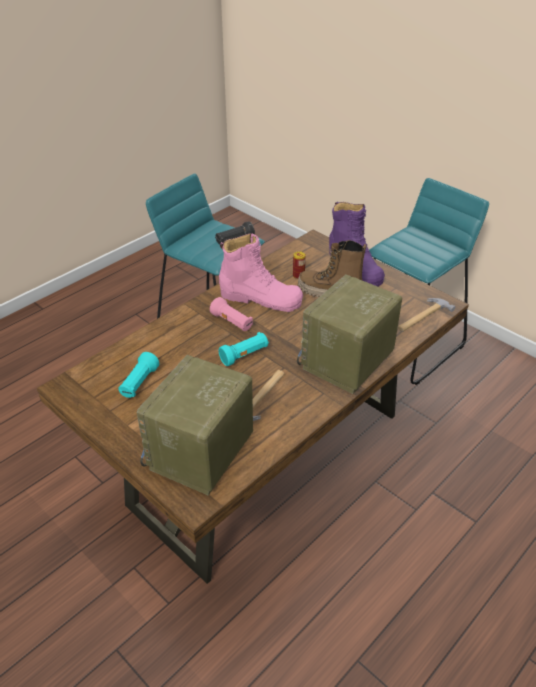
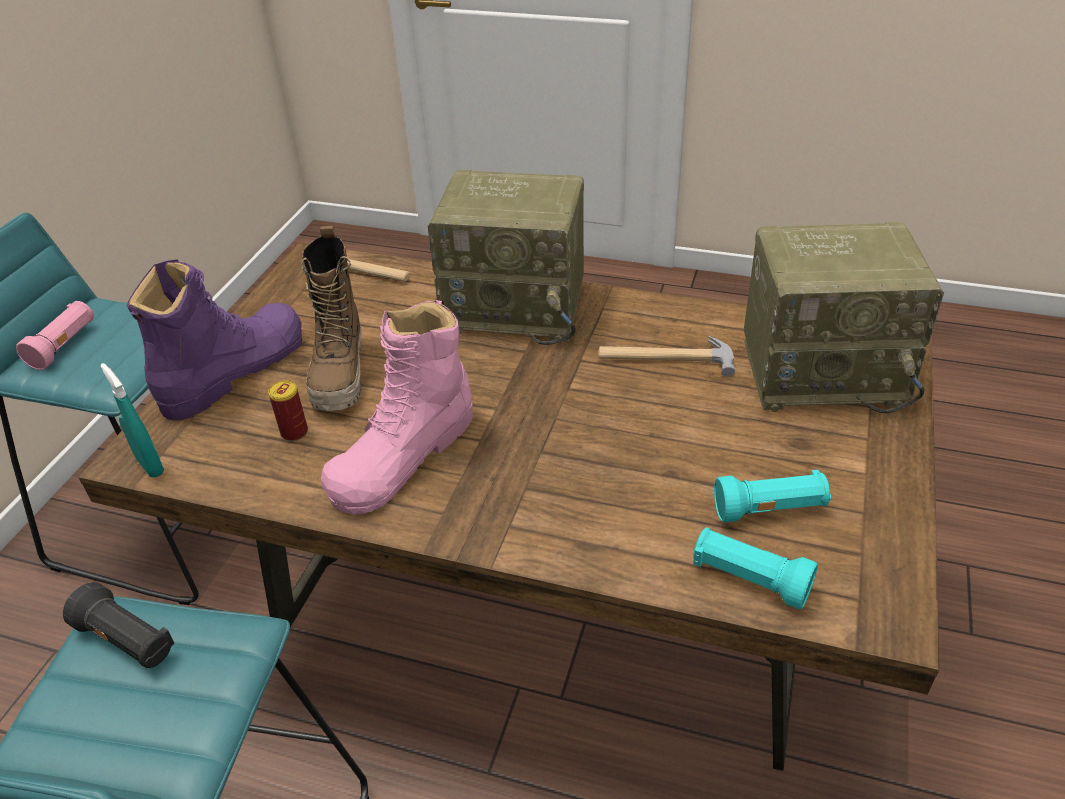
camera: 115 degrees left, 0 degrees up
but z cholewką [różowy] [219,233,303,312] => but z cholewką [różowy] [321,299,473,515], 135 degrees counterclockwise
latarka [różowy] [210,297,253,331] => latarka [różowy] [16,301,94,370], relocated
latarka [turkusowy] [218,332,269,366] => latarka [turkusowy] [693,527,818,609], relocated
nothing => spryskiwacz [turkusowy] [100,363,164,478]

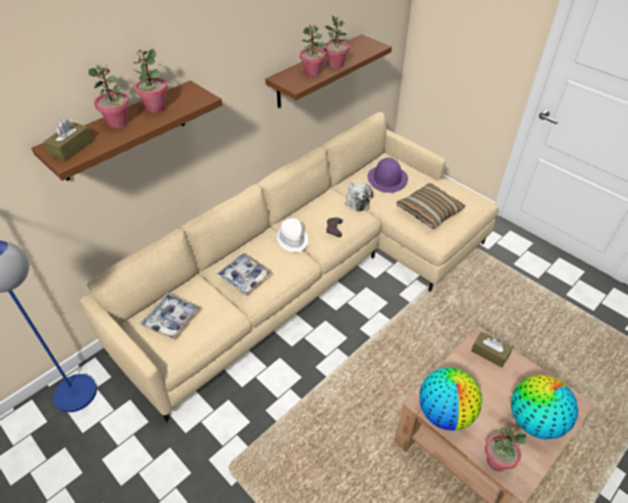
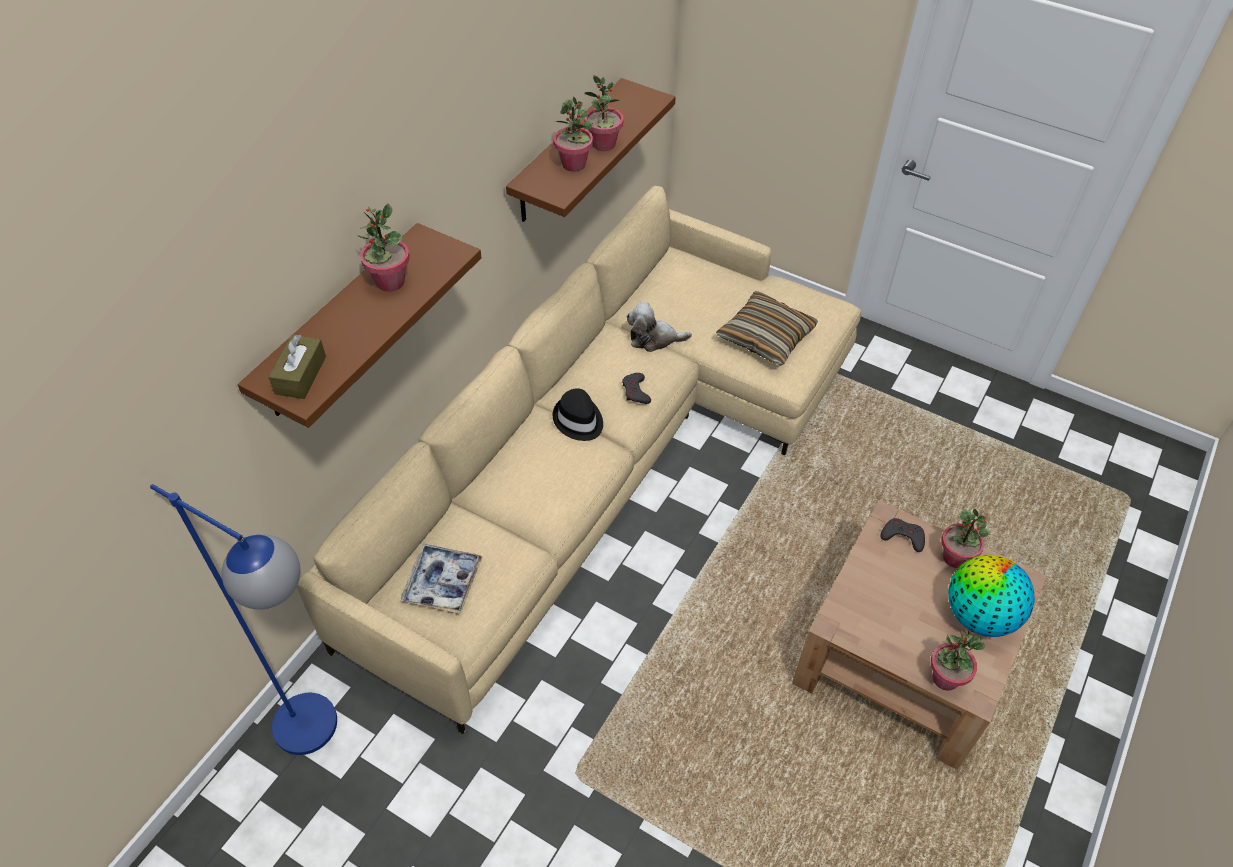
camera: 15 degrees left, 5 degrees up
roślina doniczkowa [88,65,129,128] => roślina doniczkowa [941,508,990,568], relocated
kapelusz [fioletowy] [367,158,408,193] => nothing
pluszak [345,183,373,211] => pluszak [627,302,692,352], 120 degrees clockwise
kapelusz [biały] [276,218,308,252] => kapelusz [czarny] [553,388,603,441]
taca [216,253,273,295] => nothing
pudełko chusteczek [brązowy] [471,332,512,368] => pad do gier [szary] [880,518,925,552]
globus [419,367,482,431] => nothing

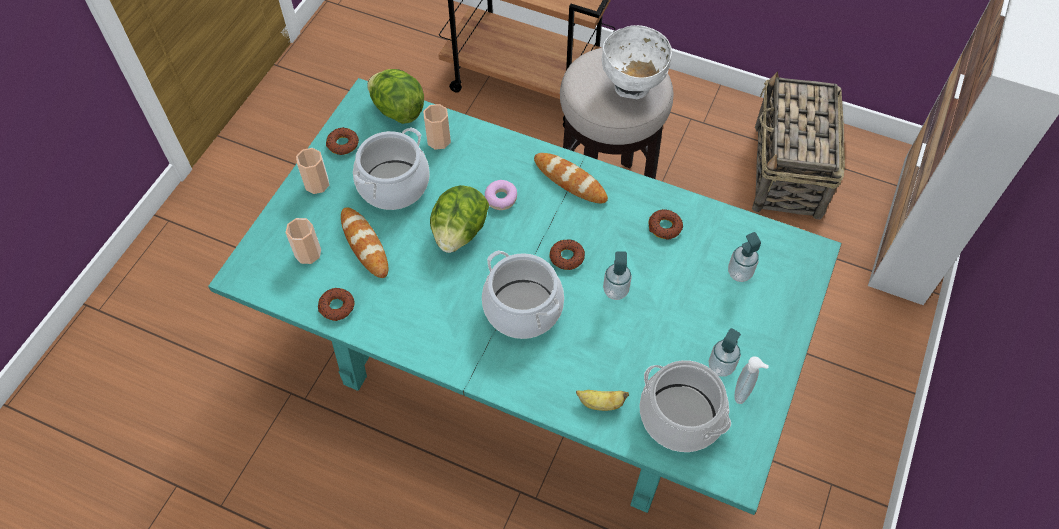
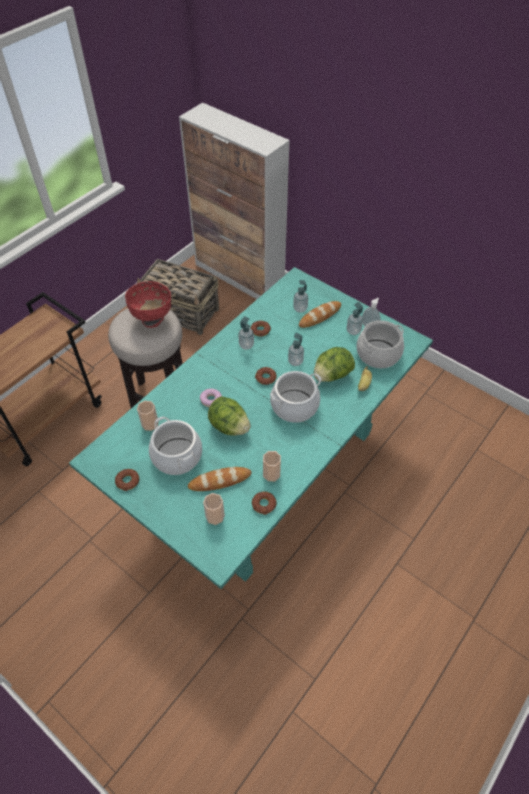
camera: 75 degrees left, 5 degrees down
miska [biały] [601,25,672,99] => miska [czerwony] [125,281,171,328]
sałata [367,69,424,124] => sałata [314,347,355,382], relocated
filiżanka [296,148,329,194] => filiżanka [263,451,281,481], relocated
chleb [534,153,608,203] => chleb [299,301,341,328], relocated
nothing => dozownik mydła [238,316,254,350]

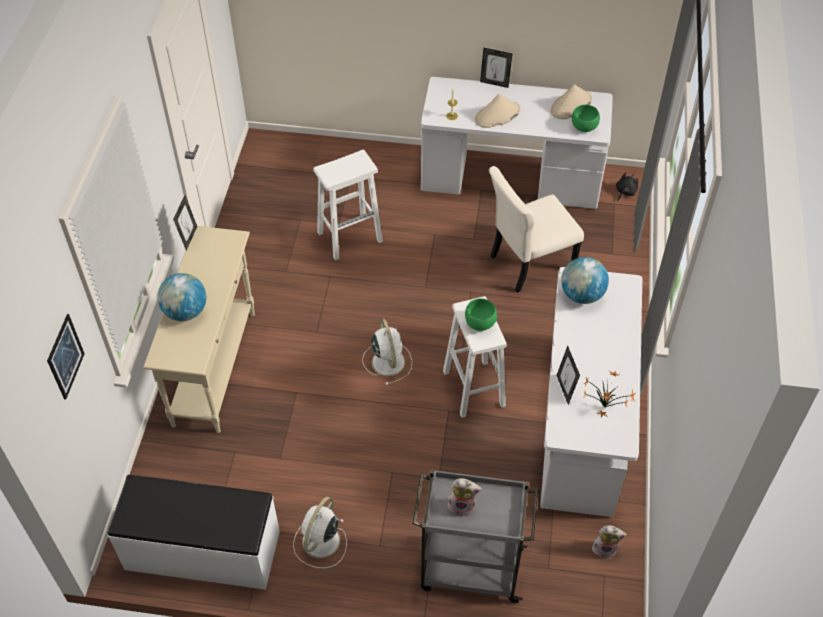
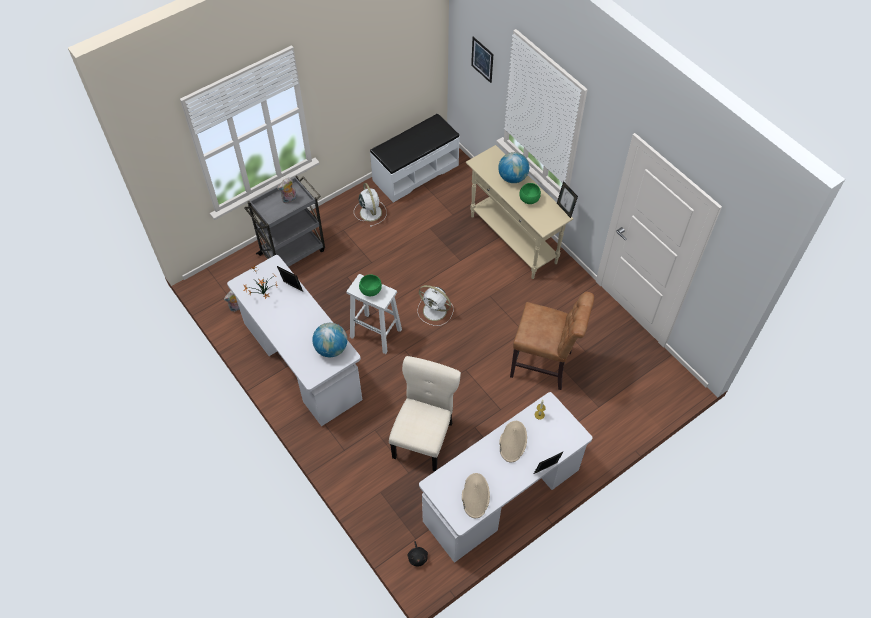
camera: 135 degrees right, 5 degrees up
miska [zielony] [572,105,600,132] => miska [zielony] [519,183,541,204], relocated
stołek [biały] [313,150,383,260] => krzesło [brązowy] [510,292,594,390]

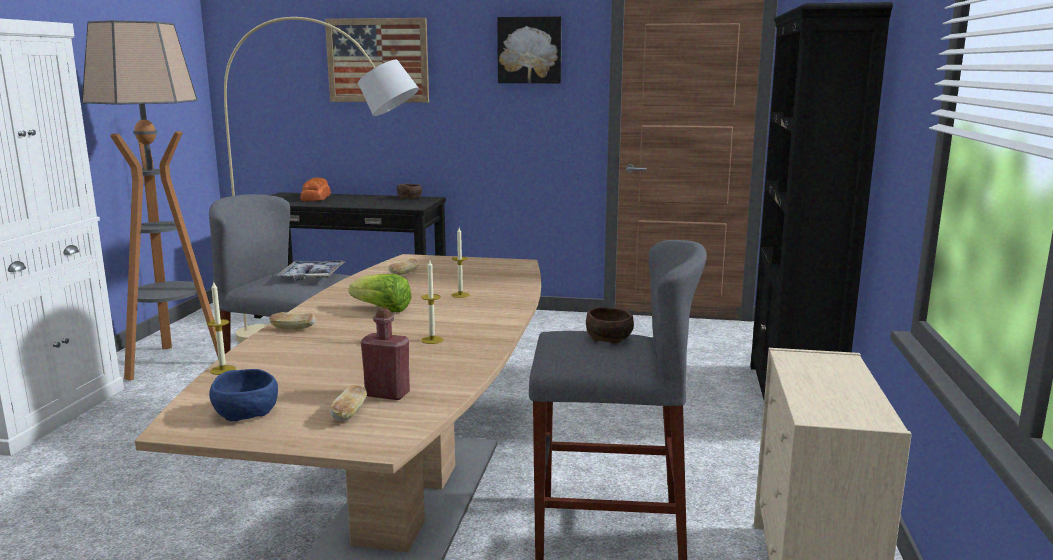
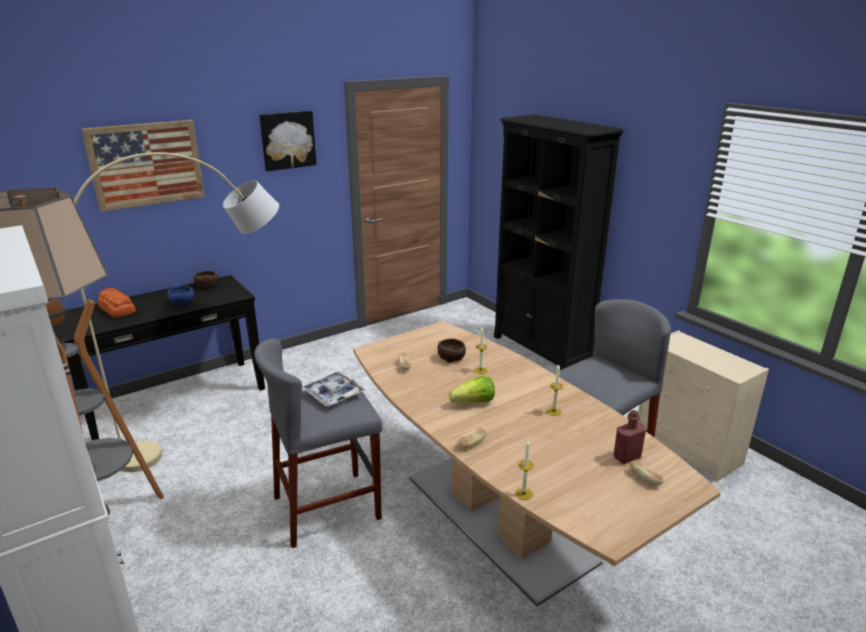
camera: 45 degrees left, 10 degrees up
miska [brązowy] [586,307,634,343] => miska [brązowy] [438,338,466,363], relocated
miska [niebieski] [209,369,278,421] => miska [niebieski] [168,286,194,305], relocated

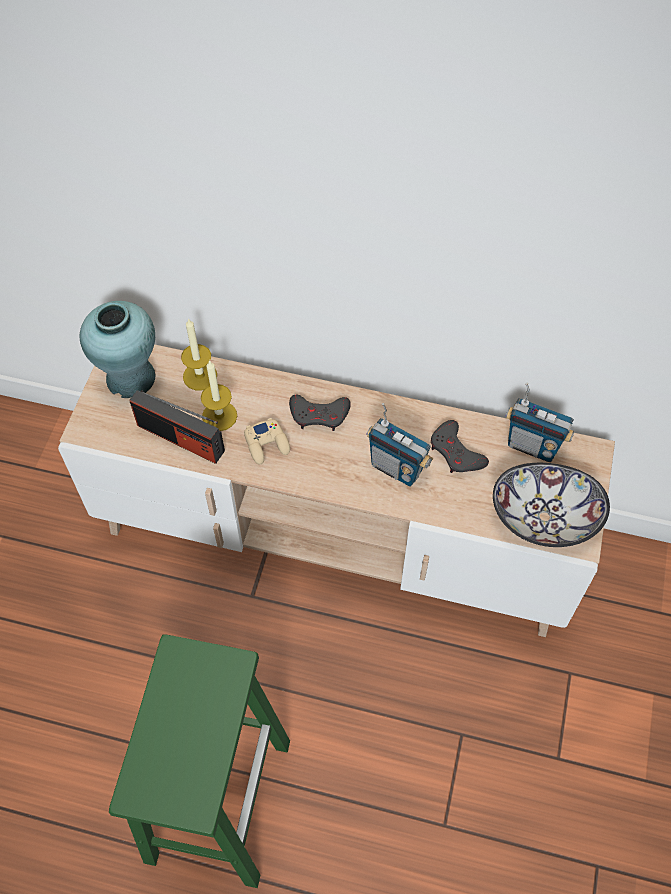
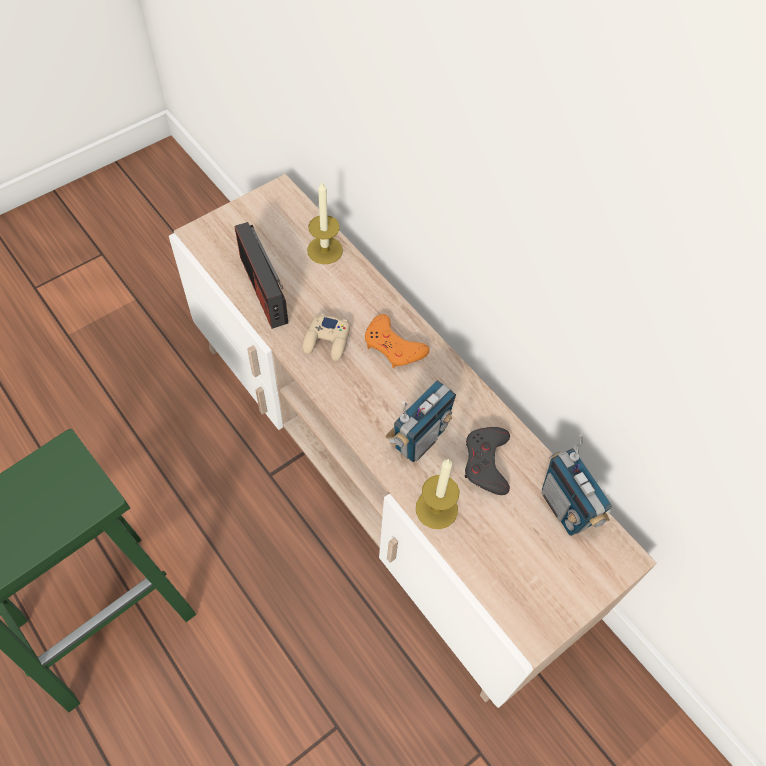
camera: 35 degrees right, 0 degrees up
wazon [turkusowy] [80,301,156,398] => nothing
świeca [201,360,237,431] => świeca [416,459,459,529], relocated
pad do gier [szary] [289,395,351,431] => pad do gier [pomarańczowy] [365,314,430,368]
radio [367,403,433,486] => radio [386,380,456,462], 120 degrees counterclockwise
miska [493,463,610,547] => nothing

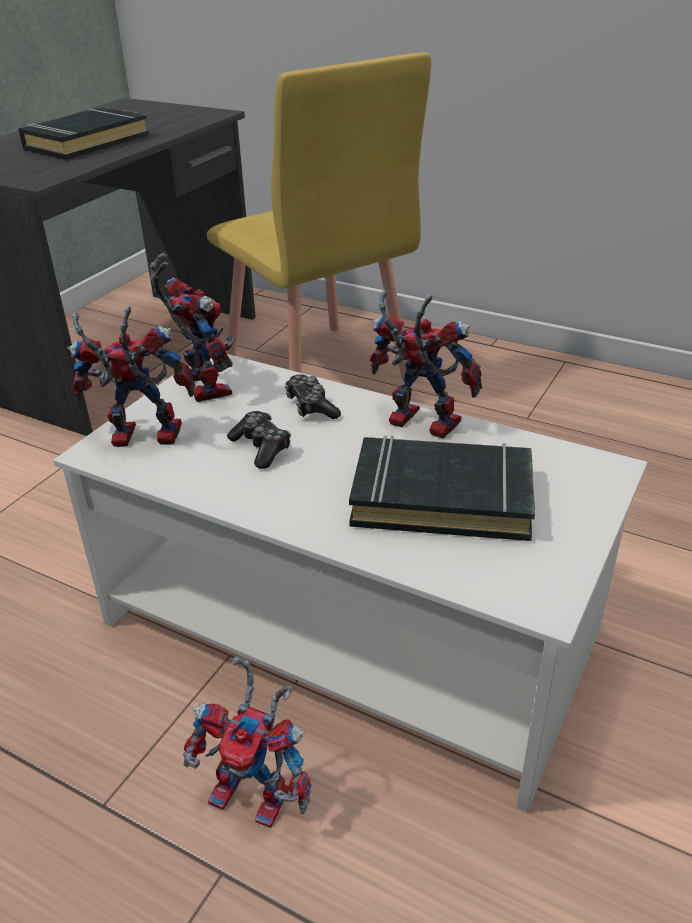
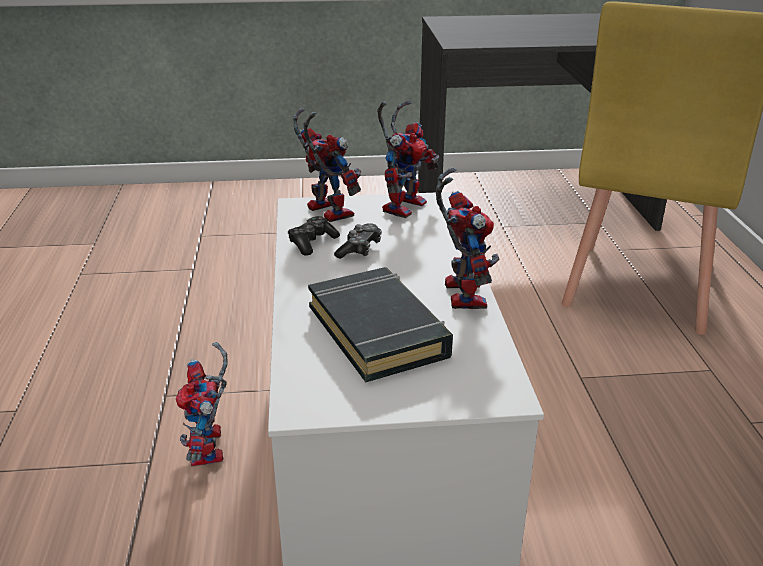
camera: 55 degrees right, 5 degrees down
książka [czarny] [18,107,150,160] => nothing
pad do gier [285,374,341,419] => pad do gier [288,216,340,256], relocated

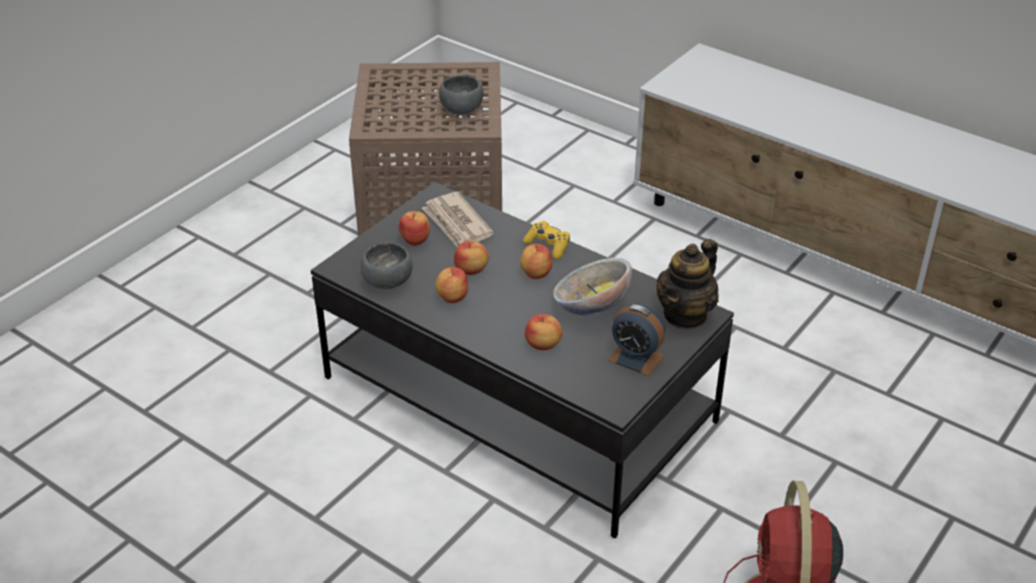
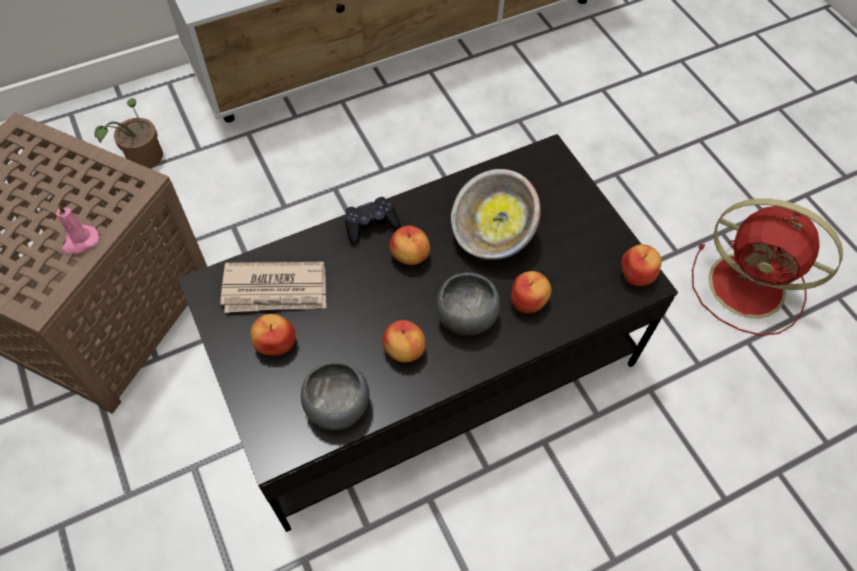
camera: 65 degrees left, 20 degrees up
miska [szary] [439,75,484,115] => miska [szary] [437,272,500,335], relocated
pad do gier [żółty] [523,221,570,259] => pad do gier [czarny] [345,197,401,244]
imbryk [657,239,719,330] => nothing
jabłko [454,241,489,275] => jabłko [622,244,662,286], relocated
budzik [608,304,665,376] => nothing
nothing => roślina doniczkowa [95,98,163,168]
nothing => świeca [różowy] [56,204,99,254]

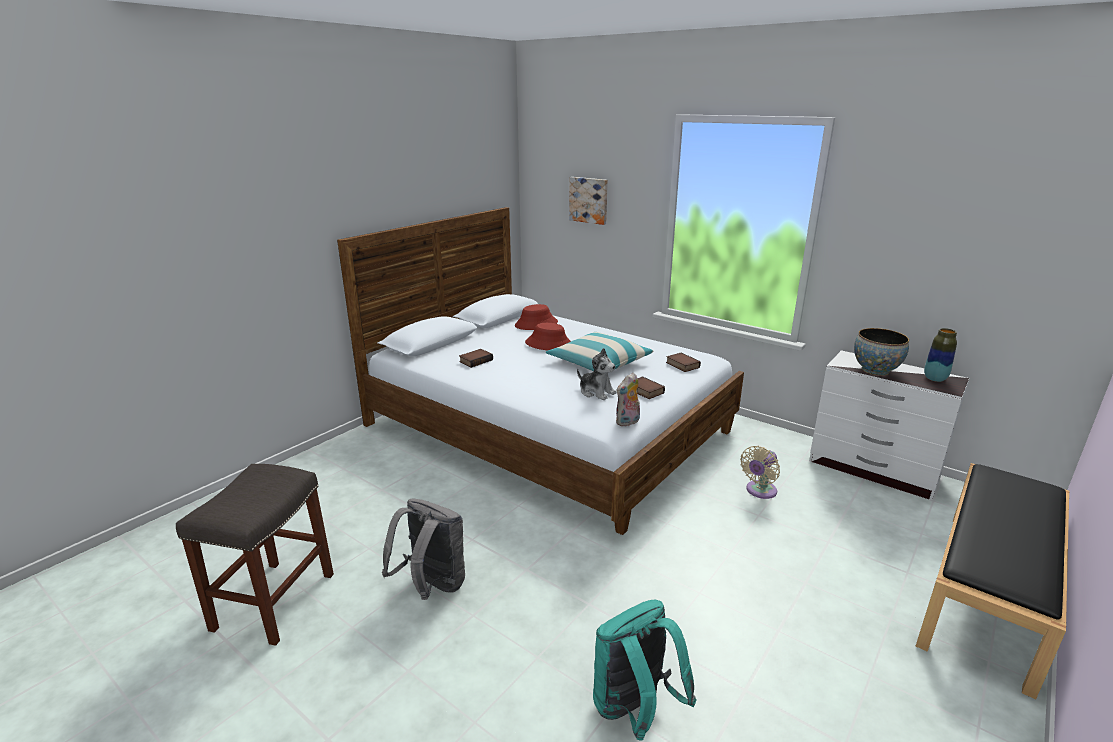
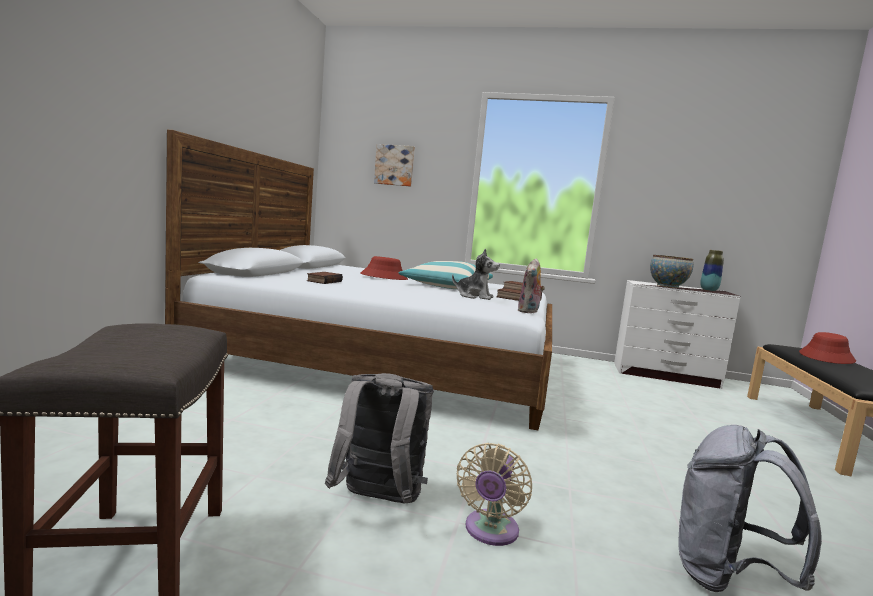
camera: 25 degrees left, 15 degrees down
kapelusz [czerwony] [515,304,558,330] => kapelusz [czerwony] [799,332,856,364], relocated
wentylator [beżowy] [740,446,780,499] => wentylator [beżowy] [457,443,532,546], relocated
plecak [turkusowy] [593,600,697,741] => plecak [szary] [678,425,822,592]

